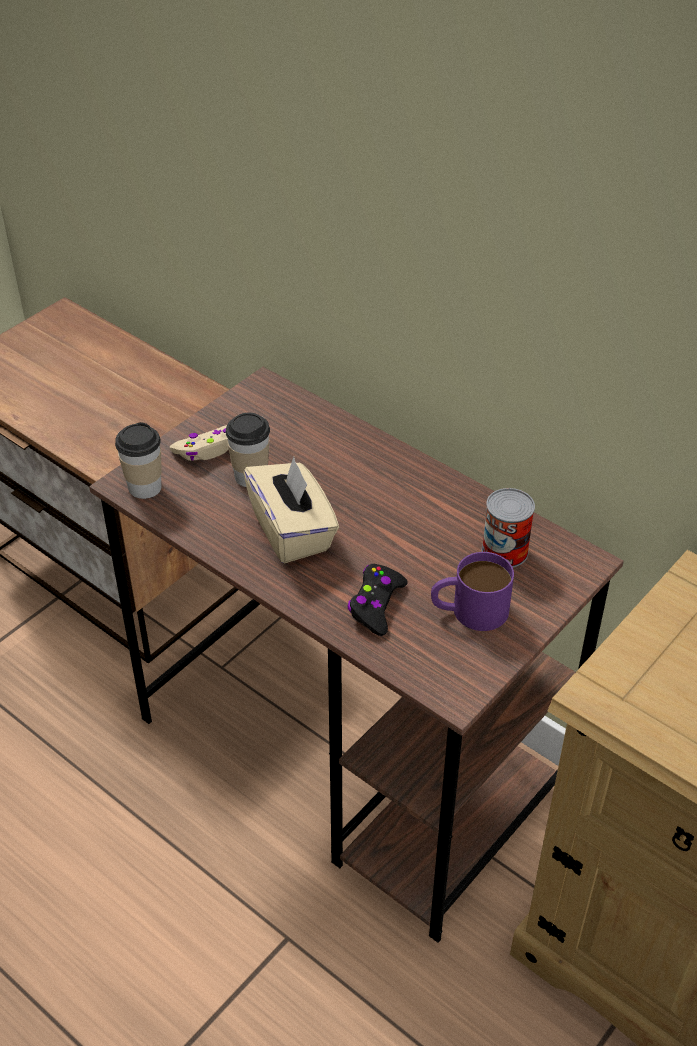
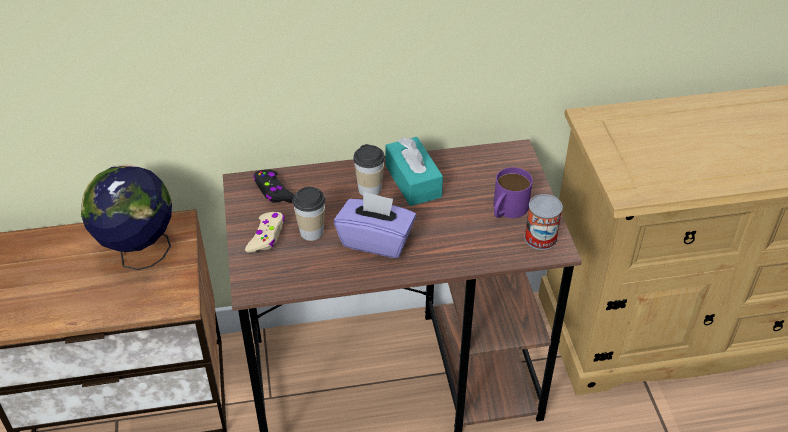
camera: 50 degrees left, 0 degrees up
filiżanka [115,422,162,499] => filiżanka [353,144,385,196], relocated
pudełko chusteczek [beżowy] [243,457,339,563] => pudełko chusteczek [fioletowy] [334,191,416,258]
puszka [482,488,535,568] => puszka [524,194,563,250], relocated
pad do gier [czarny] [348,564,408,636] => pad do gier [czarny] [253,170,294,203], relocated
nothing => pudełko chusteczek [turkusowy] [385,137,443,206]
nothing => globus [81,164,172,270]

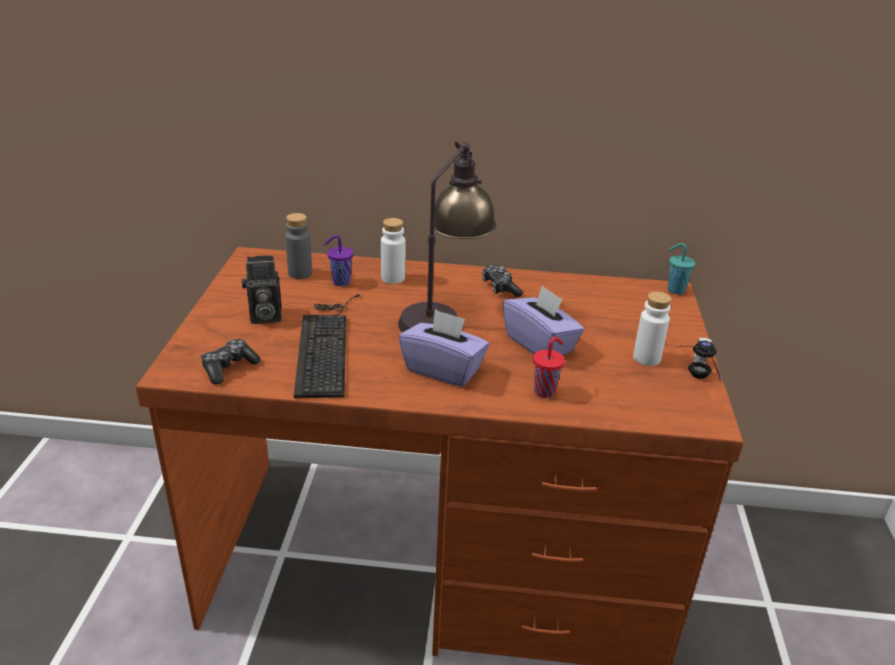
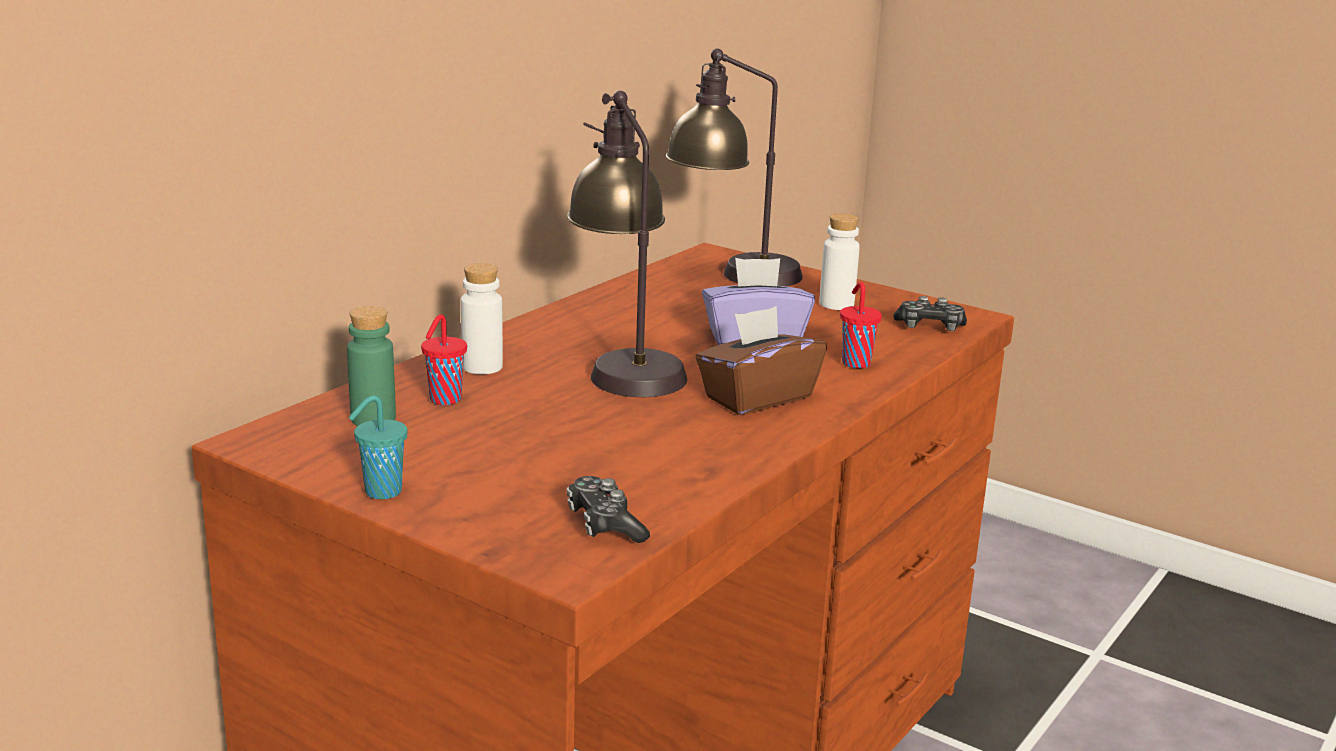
camera: 60 degrees left, 10 degrees down
butelka [szary] [285,213,312,279] => butelka [zielony] [347,306,396,426]
filiżanka [fioletowy] [324,235,353,286] => filiżanka [czerwony] [421,315,467,405]
filiżanka [turkusowy] [667,243,695,295] => filiżanka [turkusowy] [349,395,407,499], relocated
aparat fotograficzny [242,255,282,324] => nothing
pad do gier [482,265,523,297] => pad do gier [893,296,967,331], relocated
klawiatura [294,294,360,398] => nothing
pudełko chusteczek [fioletowy] [399,309,489,387] => pudełko chusteczek [brązowy] [695,306,827,415]
słuchawki [676,338,722,380] => nothing
nothing => lampa stołowa [666,49,803,286]

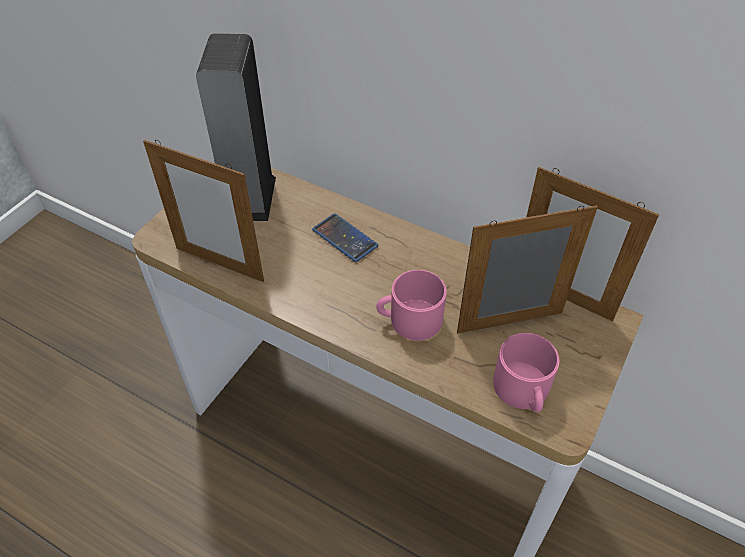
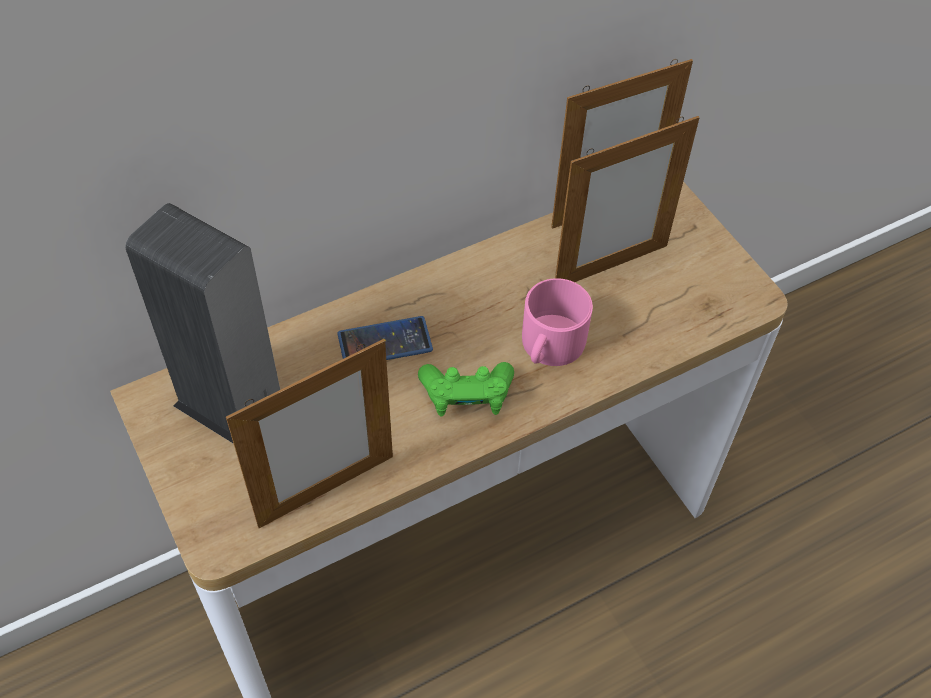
camera: 60 degrees left, 5 degrees up
ramka na zdjęcie [457,206,598,334] => ramka na zdjęcie [555,116,700,282], 135 degrees counterclockwise
kubek [różowy] [493,333,559,412] => nothing
nothing => pad do gier [zielony] [418,362,514,417]

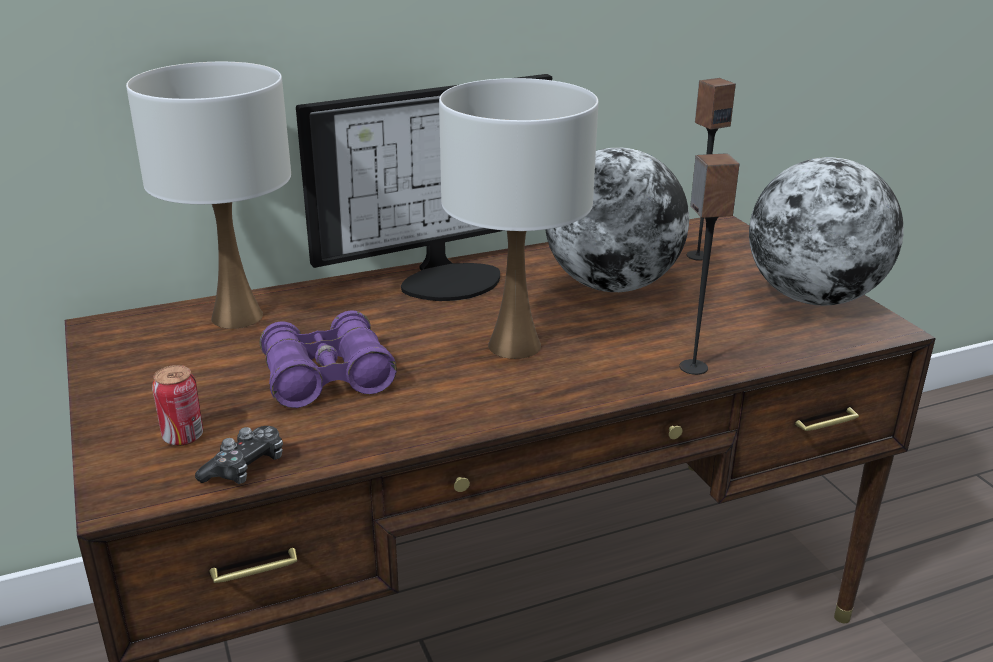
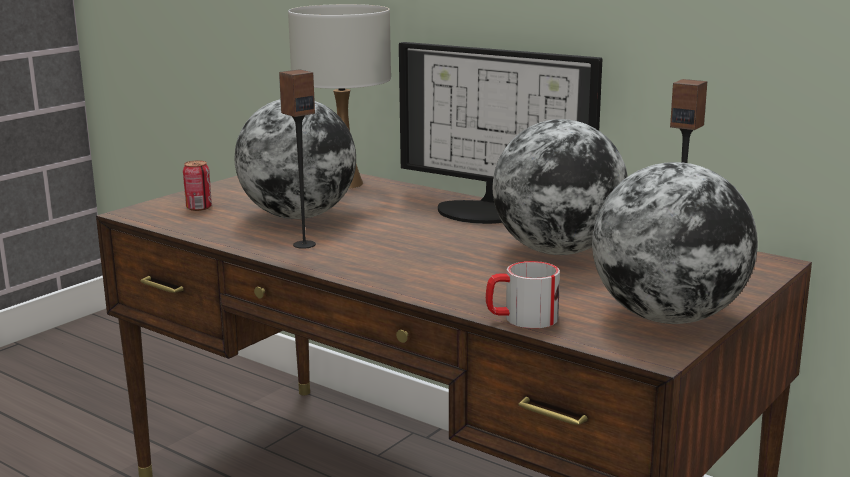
camera: 60 degrees right, 10 degrees down
lampa stołowa [biały] [439,78,598,359] => nothing
głośnik [679,153,739,375] => głośnik [279,69,316,249], relocated
lornetka [fioletowy] [260,310,397,408] => globus [235,99,356,219]
pad do gier [195,426,283,484] => nothing
nothing => kubek [486,261,560,328]

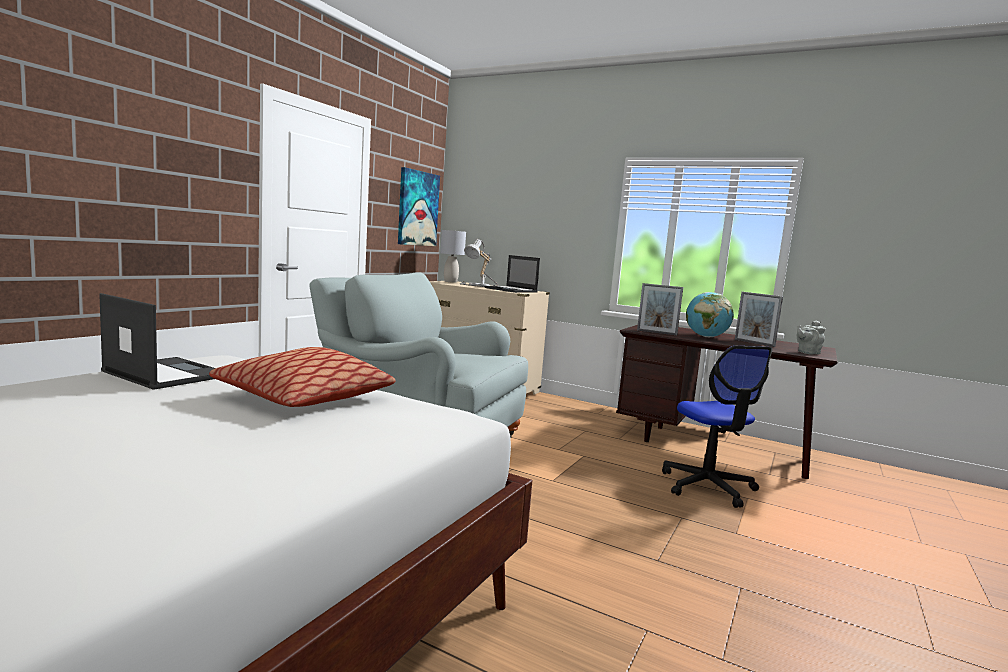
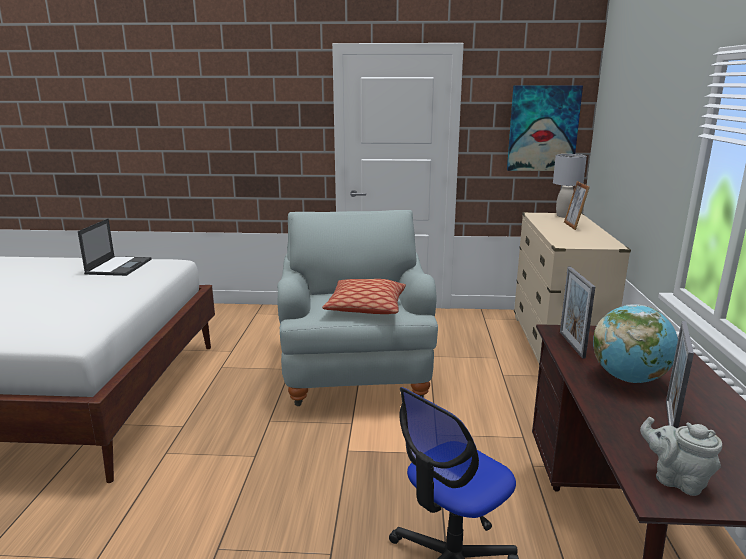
camera: 65 degrees right, 10 degrees up
lampa stołowa [460,239,498,287] => ramka na zdjęcie [564,181,590,230]
laptop [485,255,540,293] => nothing
poduszka [209,347,395,407] => poduszka [322,279,406,314], relocated

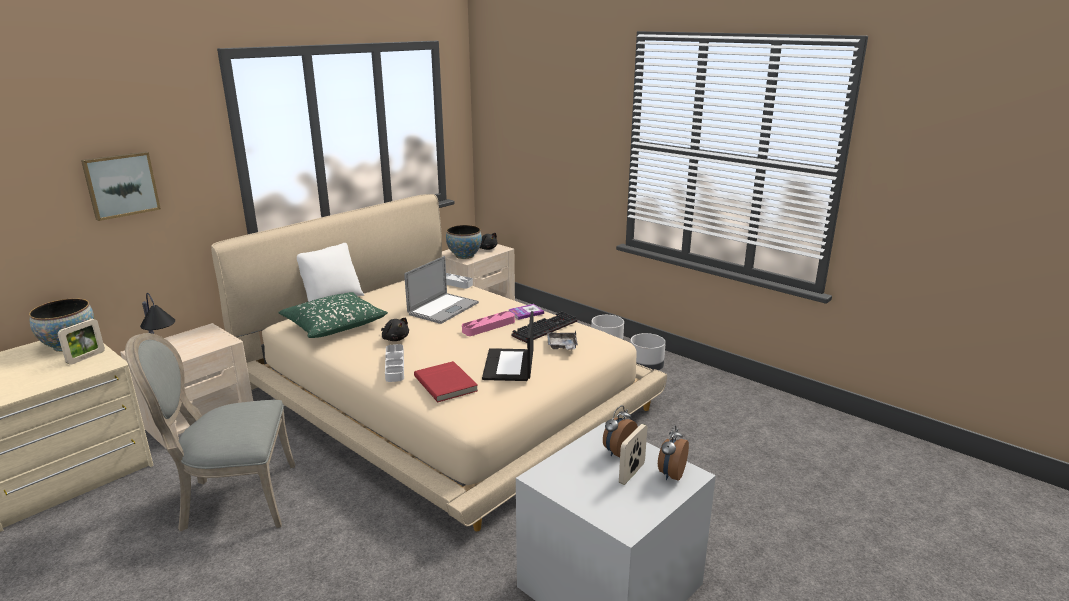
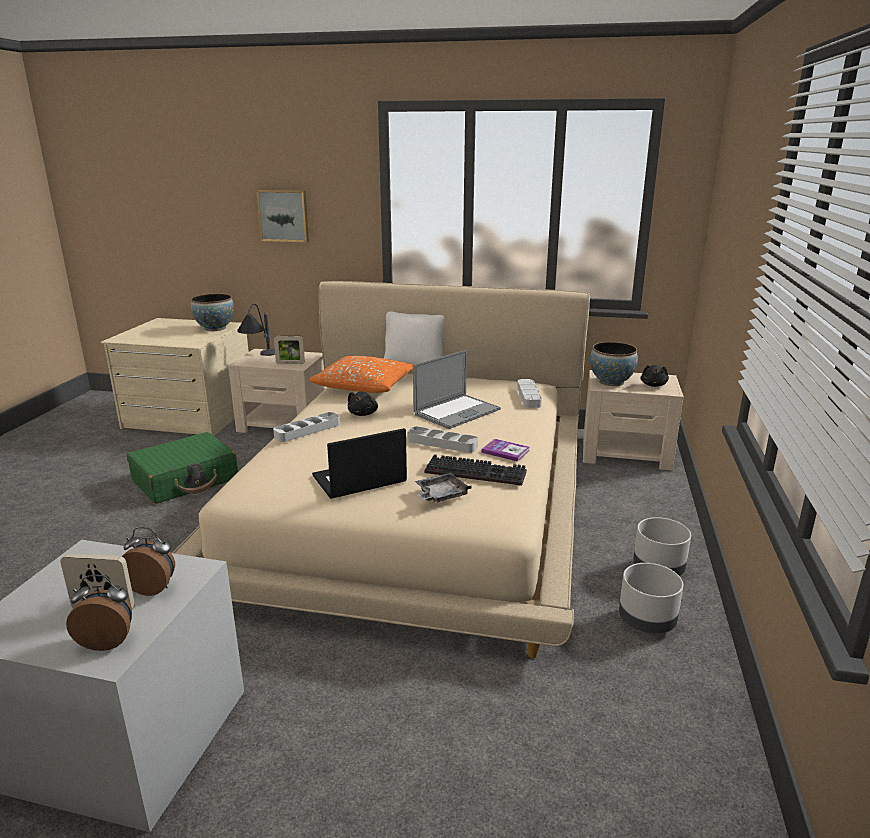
camera: 60 degrees right, 0 degrees up
laptop [404,256,479,324] => laptop [413,350,501,429], 45 degrees counterclockwise
poduszka [zielony] [278,292,388,338] => poduszka [pomarańczowy] [309,356,414,393]
taca [różowy] [462,311,515,336] => taca [szary] [407,426,478,453]
ramka na zdjęcie [58,319,105,365] => ramka na zdjęcie [274,336,305,364], relocated
krzesło [szary] [125,333,295,531] => walizka [zielony] [127,432,238,504]
książka [czerwony] [414,361,478,402] => nothing

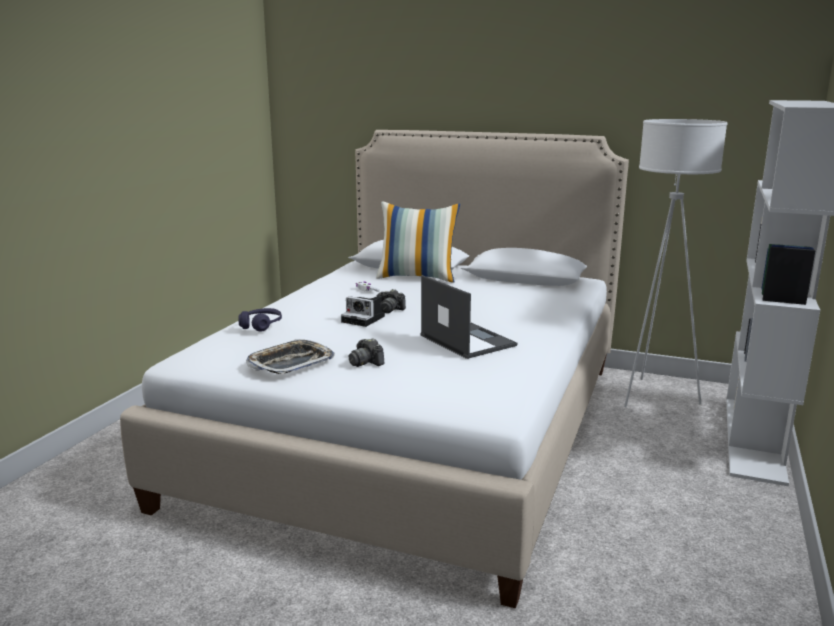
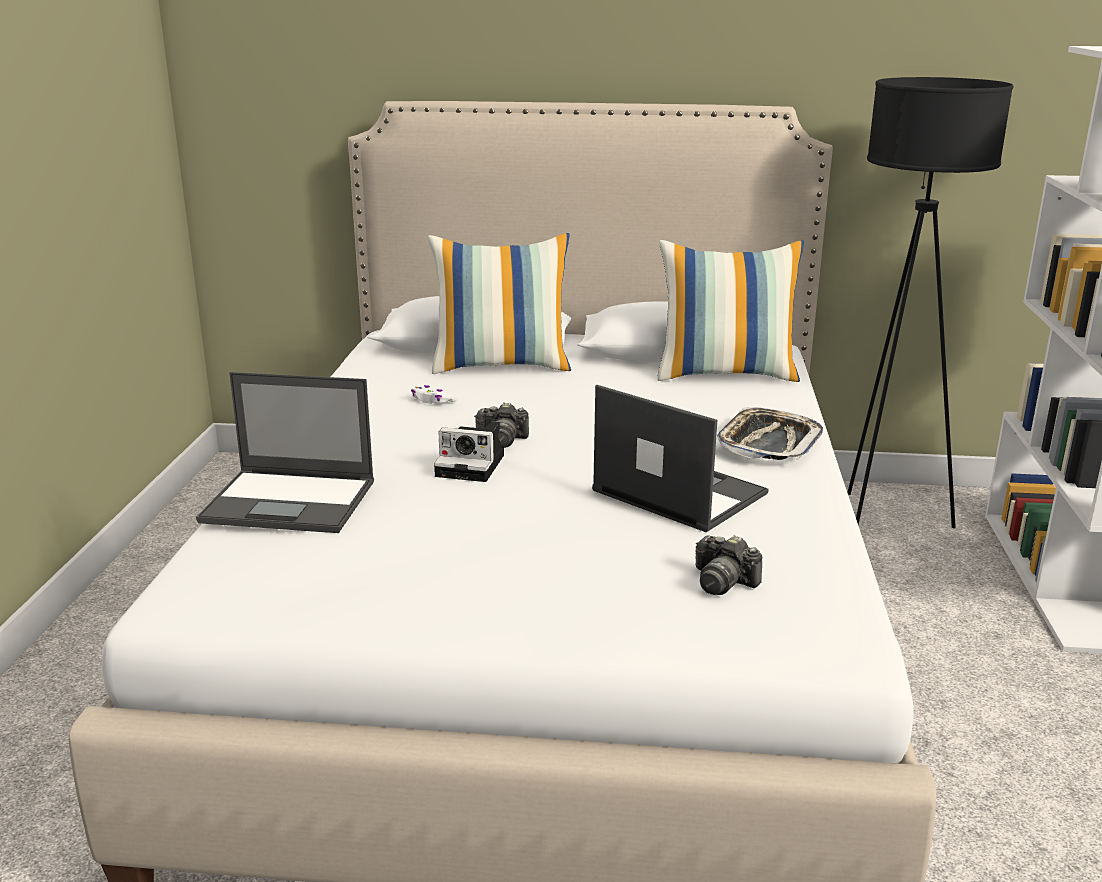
camera: 15 degrees left, 5 degrees up
lampa stojąca [biały] [624,119,727,407] => lampa stojąca [czarny] [847,77,1013,528]
słuchawki [fioletowy] [238,308,282,332] => laptop [196,372,374,533]
aparat fotograficzny [349,338,385,367] => aparat fotograficzny [695,535,763,595], relocated
taca [246,339,335,374] => taca [717,407,823,460], relocated
nothing => poduszka [657,240,804,382]

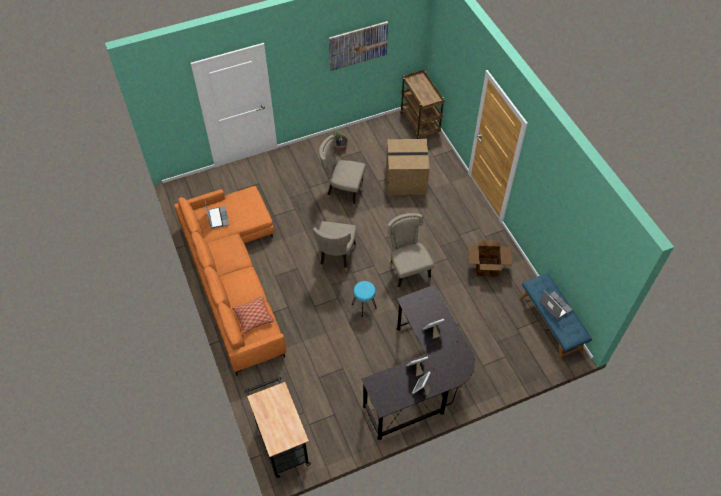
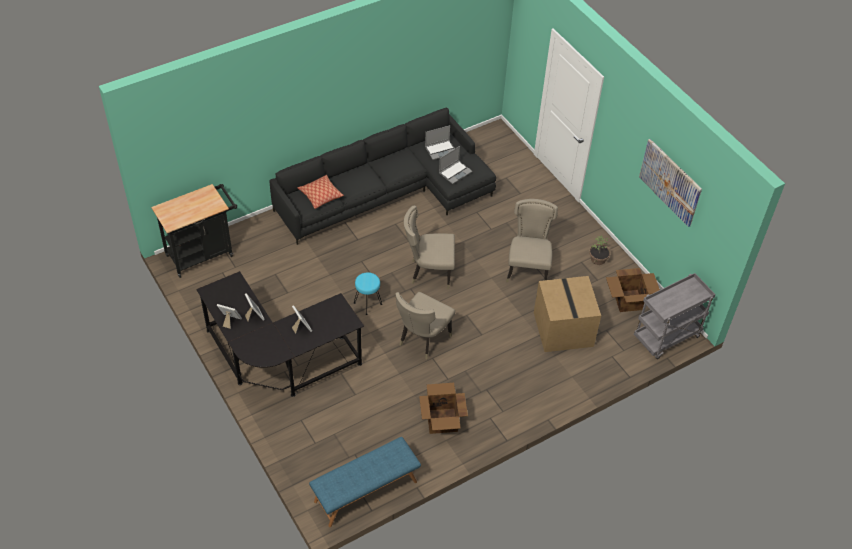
camera: 80 degrees right, 5 degrees down
wózek [brązowy] [400,69,445,139] => wózek [szary] [634,273,716,359]
kanapa [pomarańczowy] [174,186,286,376] => kanapa [czarny] [269,107,496,245]
krzesło [beżowy] [388,213,434,290] => krzesło [beżowy] [396,292,455,359], 150 degrees clockwise
laptop [540,290,572,320] => laptop [439,146,472,184], relocated
nothing => karton [606,268,660,312]

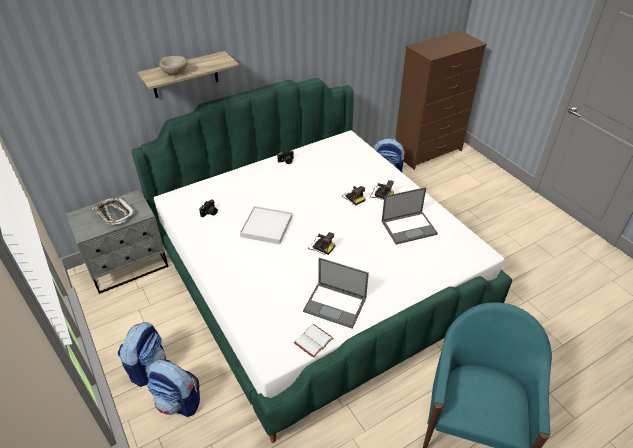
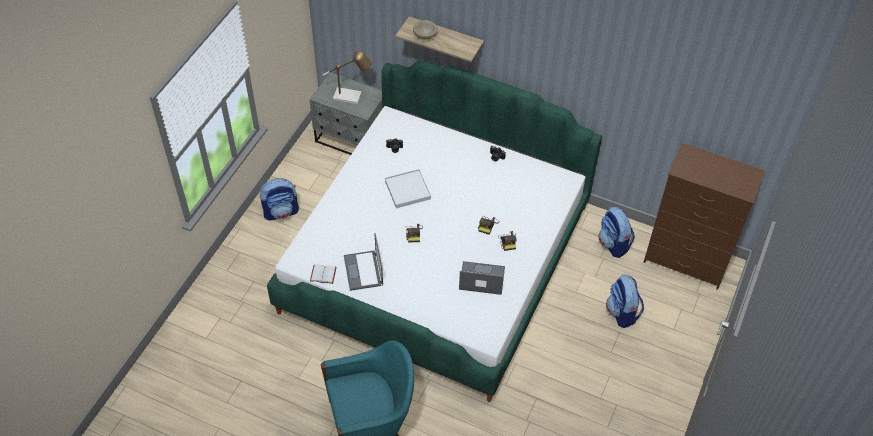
camera: 55 degrees right, 10 degrees up
laptop [382,187,438,245] => laptop [459,261,505,295], 150 degrees clockwise
taca [92,197,135,225] => lampa stołowa [323,51,372,104]
plecak [147,359,200,417] => plecak [606,274,644,328], relocated

